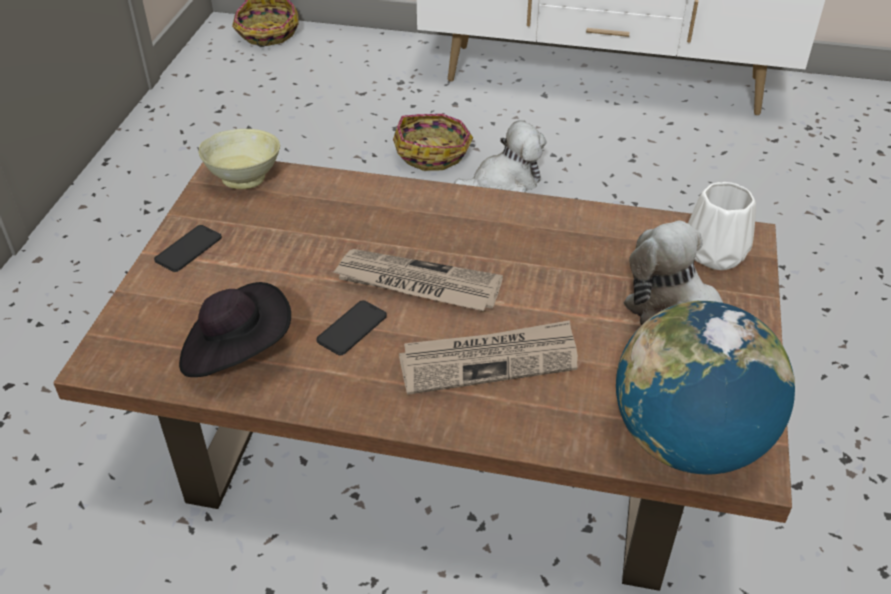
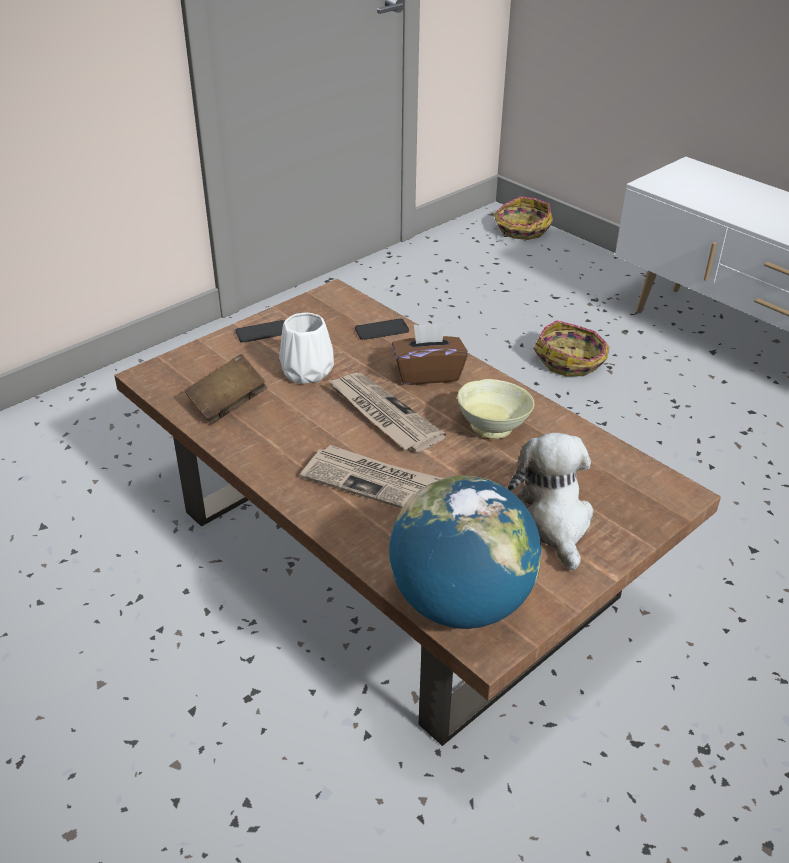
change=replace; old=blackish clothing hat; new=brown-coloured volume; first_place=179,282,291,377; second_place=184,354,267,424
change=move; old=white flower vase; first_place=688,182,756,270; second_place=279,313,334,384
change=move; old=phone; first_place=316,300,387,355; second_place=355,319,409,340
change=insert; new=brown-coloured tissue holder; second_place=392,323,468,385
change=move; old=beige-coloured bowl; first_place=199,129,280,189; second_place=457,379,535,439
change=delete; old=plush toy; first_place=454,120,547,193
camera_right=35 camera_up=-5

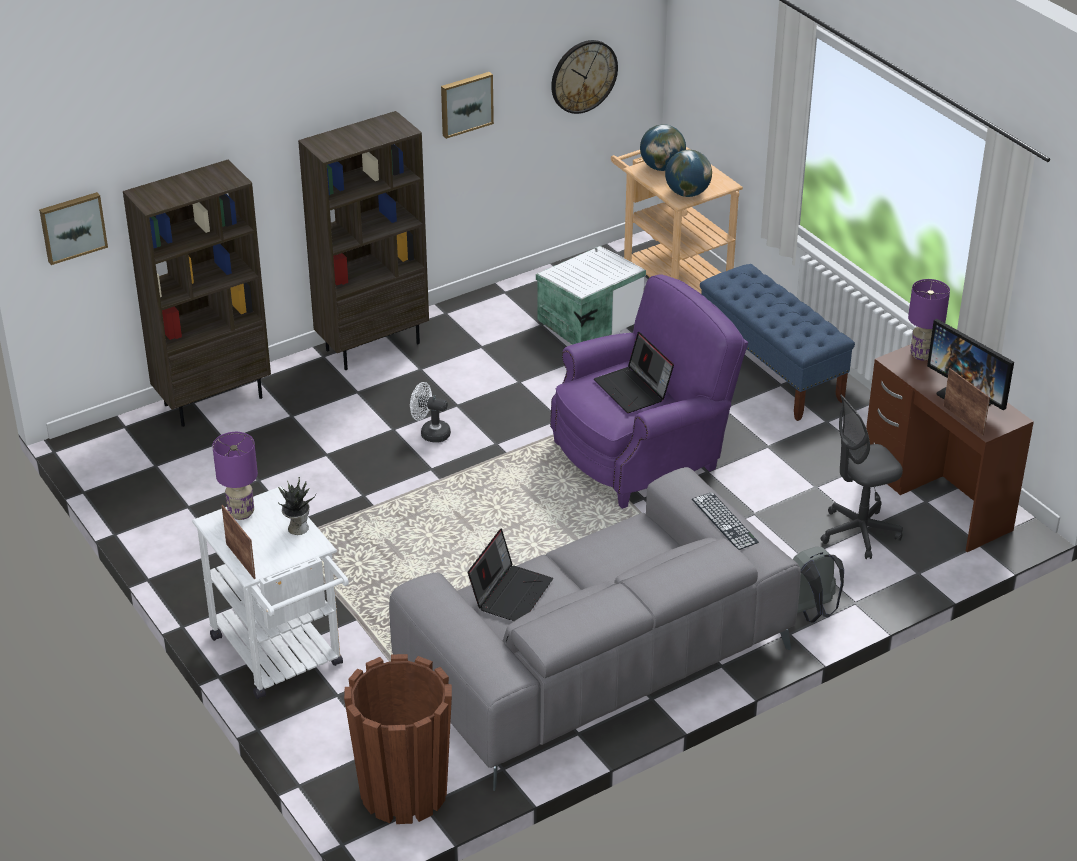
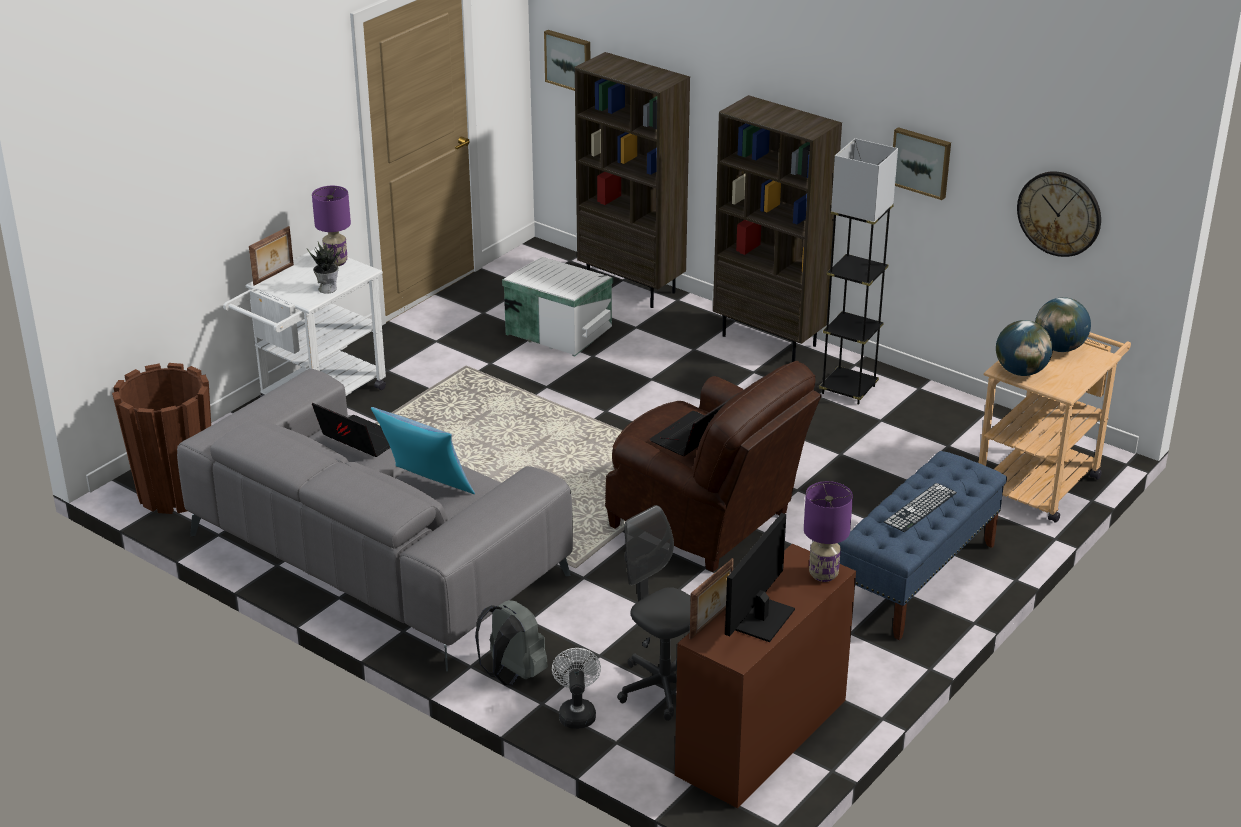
change=rotate; old=laptop; first_place=468,528,553,621; second_place=312,403,390,457; degrees=-150
change=insert; new=throw pillow; second_place=371,407,475,494
change=move; old=white storage bin; first_place=536,246,646,345; second_place=502,257,613,357
change=move; old=white electric fan; first_place=410,382,451,442; second_place=552,648,601,729
change=recolor; old=purple lounge chair; new=brown-coloured lounge chair; first_place=550,275,748,509; second_place=605,361,822,572
change=insert; new=grey standard lamp; second_place=819,138,898,405
change=move; old=computer keyboard; first_place=692,492,759,550; second_place=884,483,957,532
camera_right=70 camera_up=-5

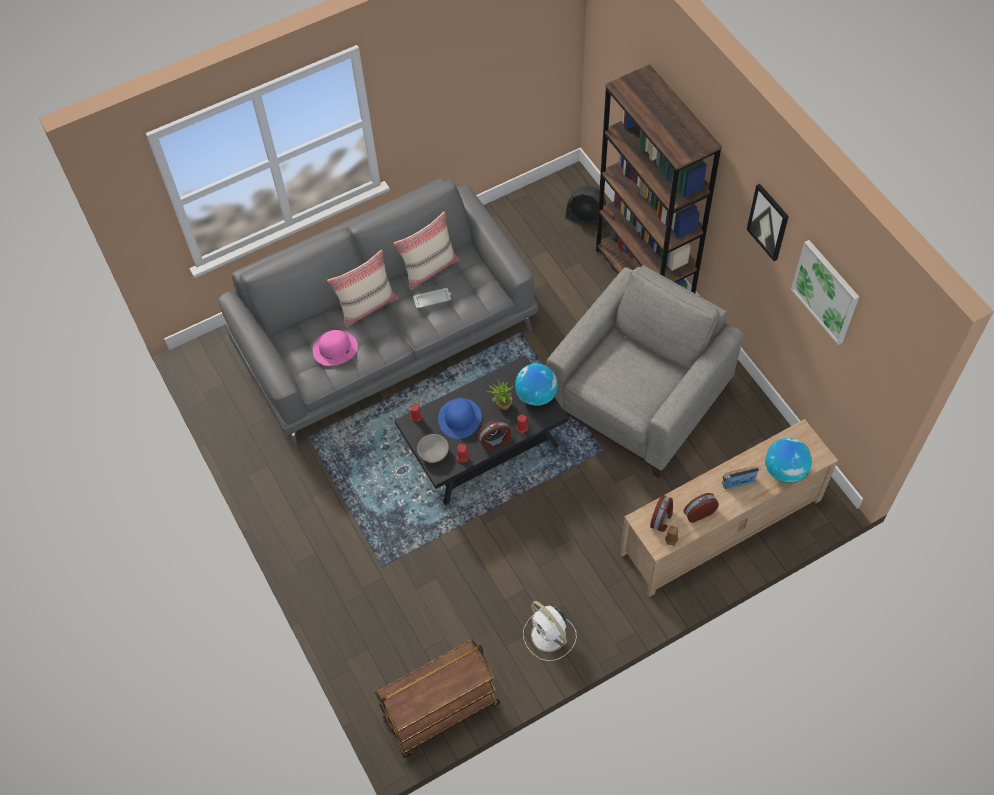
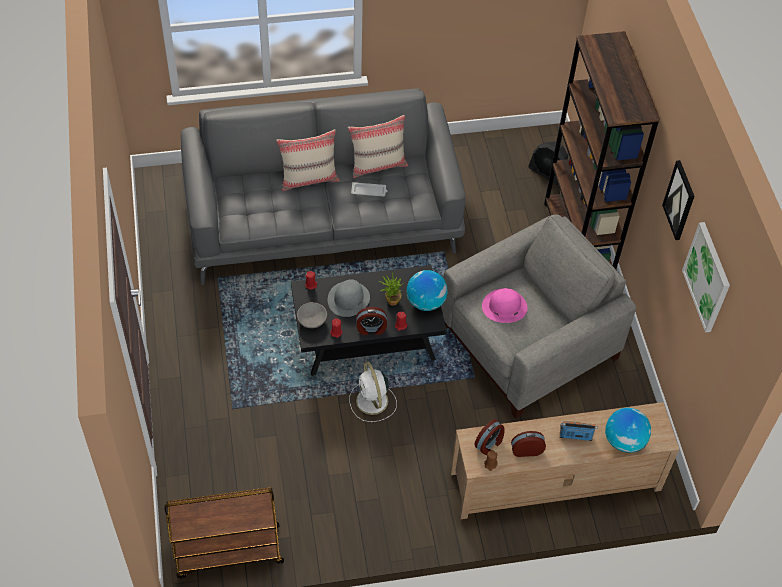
change=recolor; old=blue clothing hat; new=grey clothing hat; first_place=438,398,482,439; second_place=328,279,370,317
change=move; old=white electric fan; first_place=523,601,577,661; second_place=349,361,397,422
change=move; old=pinkish clothing hat; first_place=313,330,358,366; second_place=482,288,527,323
camera_right=15 camera_up=-5

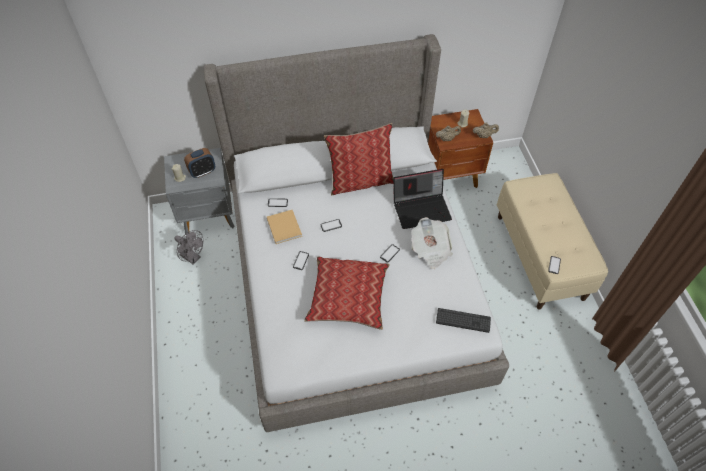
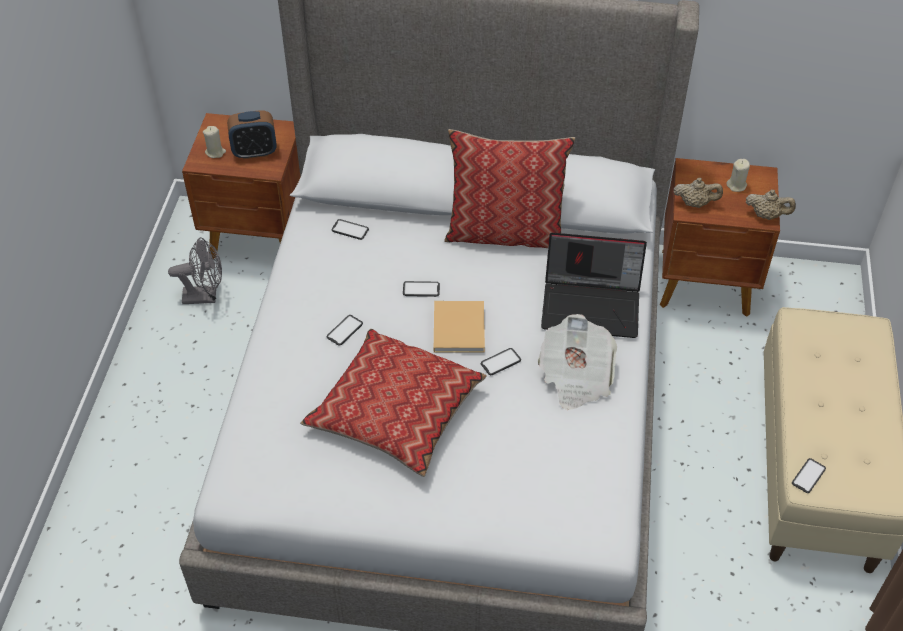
change=rotate; old=grey electric fan; first_place=174,230,203,264; second_place=168,237,222,304; degrees=-60
change=recolor; old=grey nightstand; new=brown-coloured nightstand; first_place=164,148,235,235; second_place=182,113,301,259
change=move; old=beige-coloured volume; first_place=267,210,302,244; second_place=434,301,485,353
change=delete; old=computer keyboard; first_place=436,308,491,333
camera_right=20 camera_up=-5

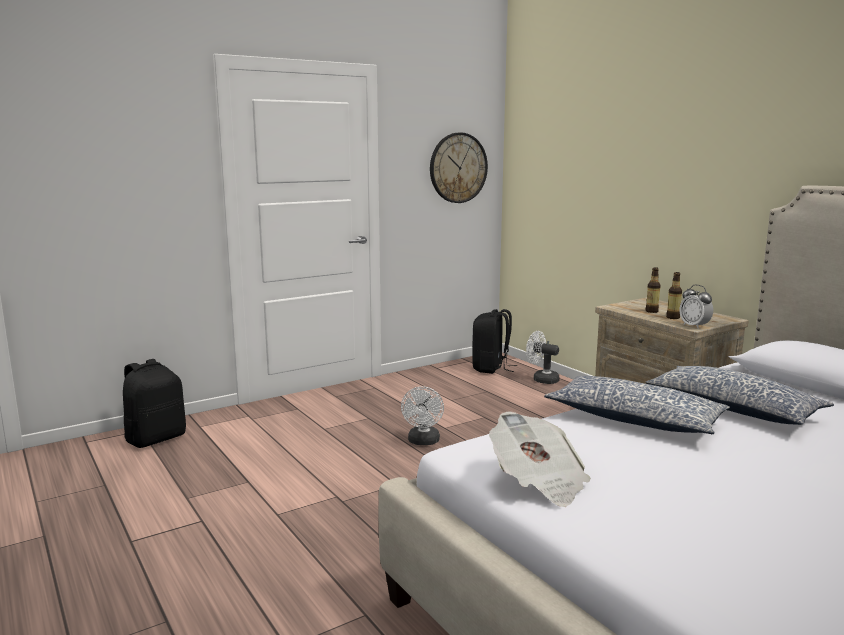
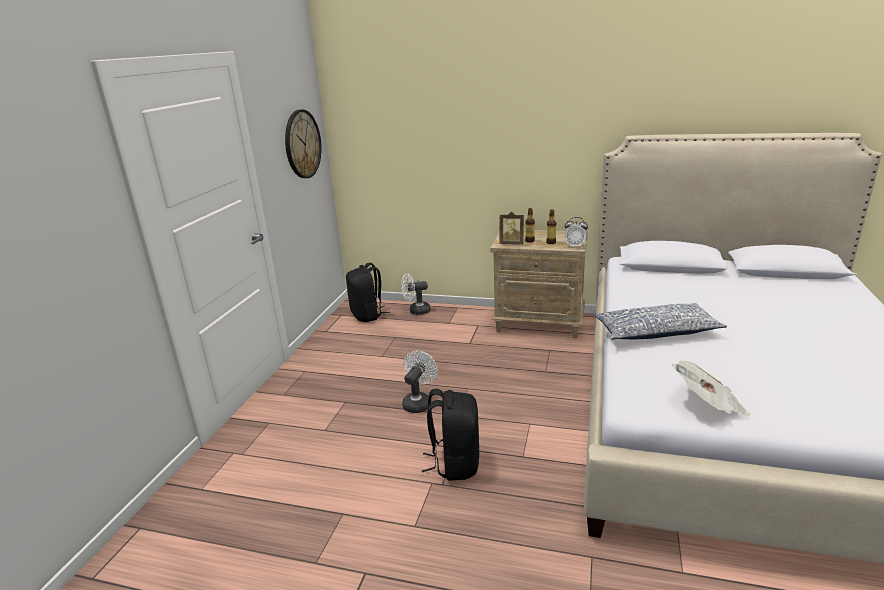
change=rotate; old=white electric fan; first_place=401,386,444,445; second_place=402,351,438,413; degrees=-120
change=move; old=blackish knapsack; first_place=123,359,186,448; second_place=422,389,479,481
change=insert; new=photo frame; second_place=499,211,524,245
change=delete; old=throw pillow; first_place=645,366,834,425
camera_right=-40 camera_up=10

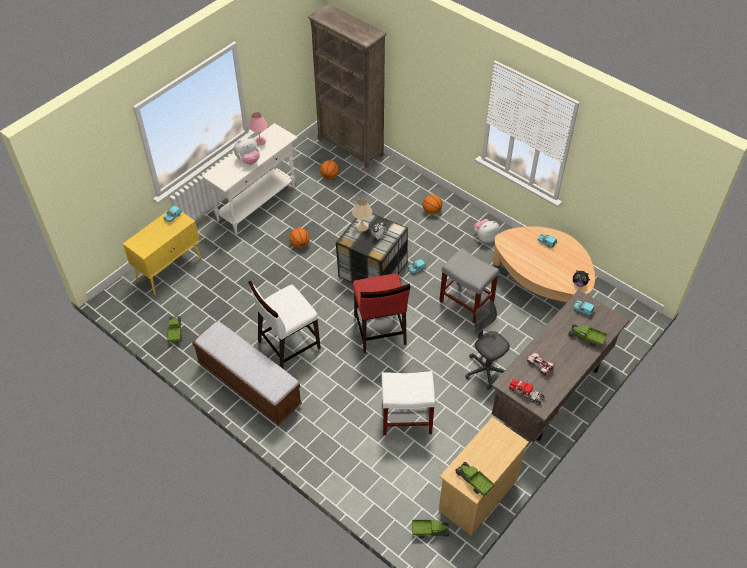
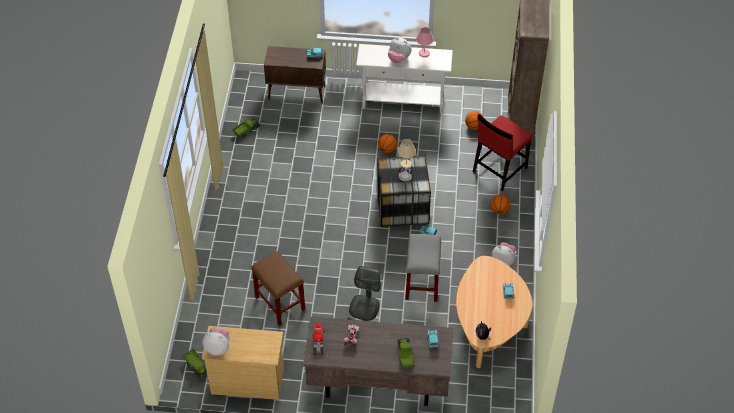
change=replace; old=model truck; new=plush toy; first_place=456,462,495,496; second_place=202,327,230,356
change=recolor; old=white stool seat; new=brown-coloured stool seat; first_place=382,371,435,435; second_place=251,251,305,326
change=recolor; old=yellow storage cabinet; new=brown-coloured storage cabinet; first_place=123,212,202,295; second_place=264,46,326,104
change=move; old=reddish chair; first_place=353,273,411,353; second_place=473,114,532,191
change=delete; old=indoor bench; first_place=192,321,302,426
change=delete; old=white chair; first_place=248,281,321,368
camera_right=55 camera_up=0

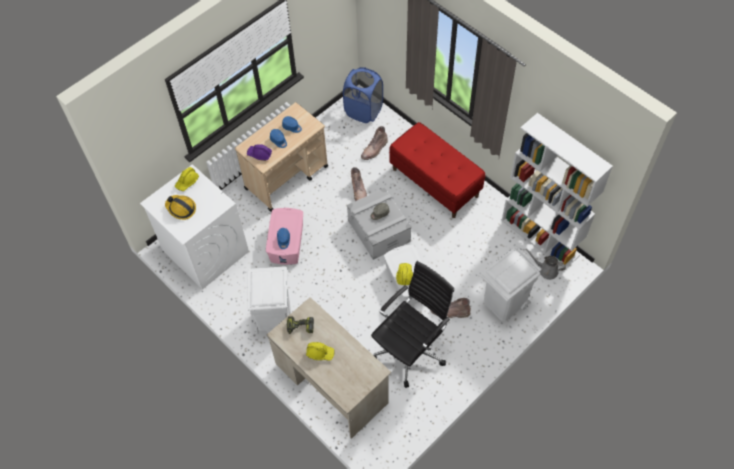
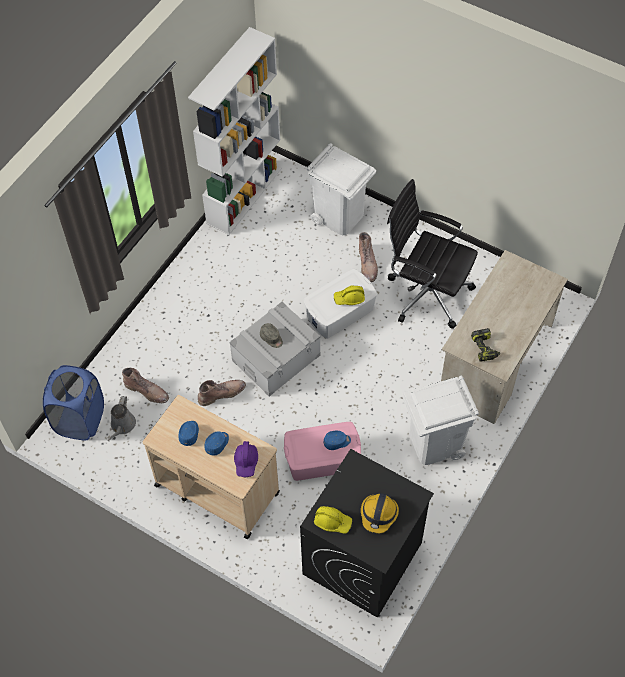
change=move; old=grey watering pot; first_place=525,249,566,280; second_place=108,396,136,441
change=recolor; old=white laundry machine; new=blackish laundry machine; first_place=140,164,249,290; second_place=300,449,434,618
change=delete; old=yellow safety helmet; first_place=306,342,335,360
change=delete; old=reddish indoor bench; first_place=389,122,485,218
camera_right=-105 camera_up=0

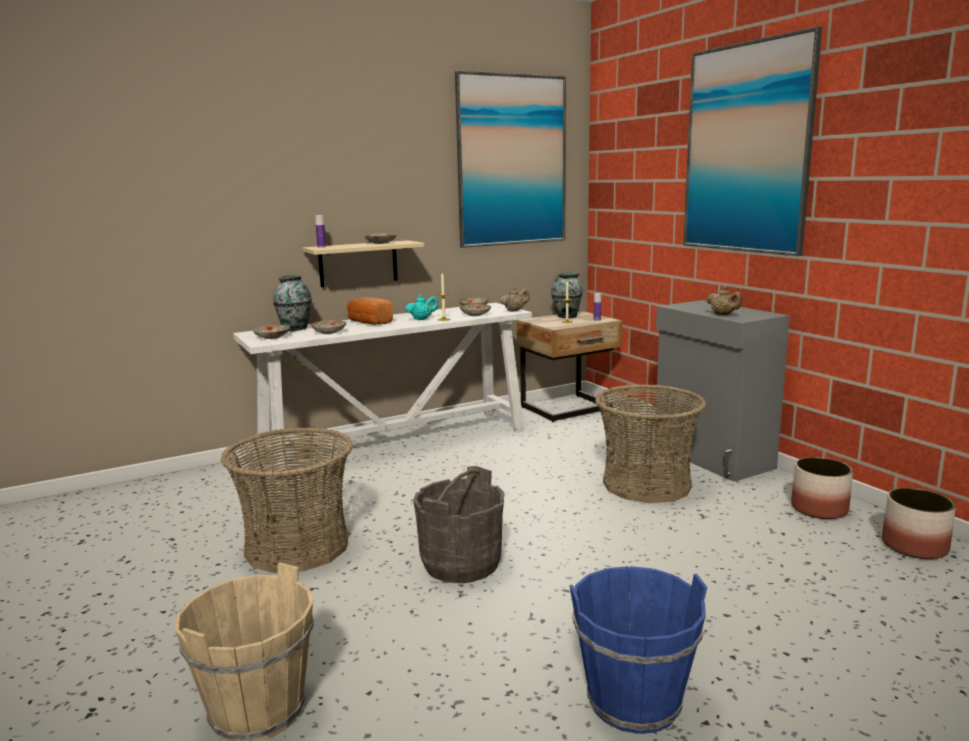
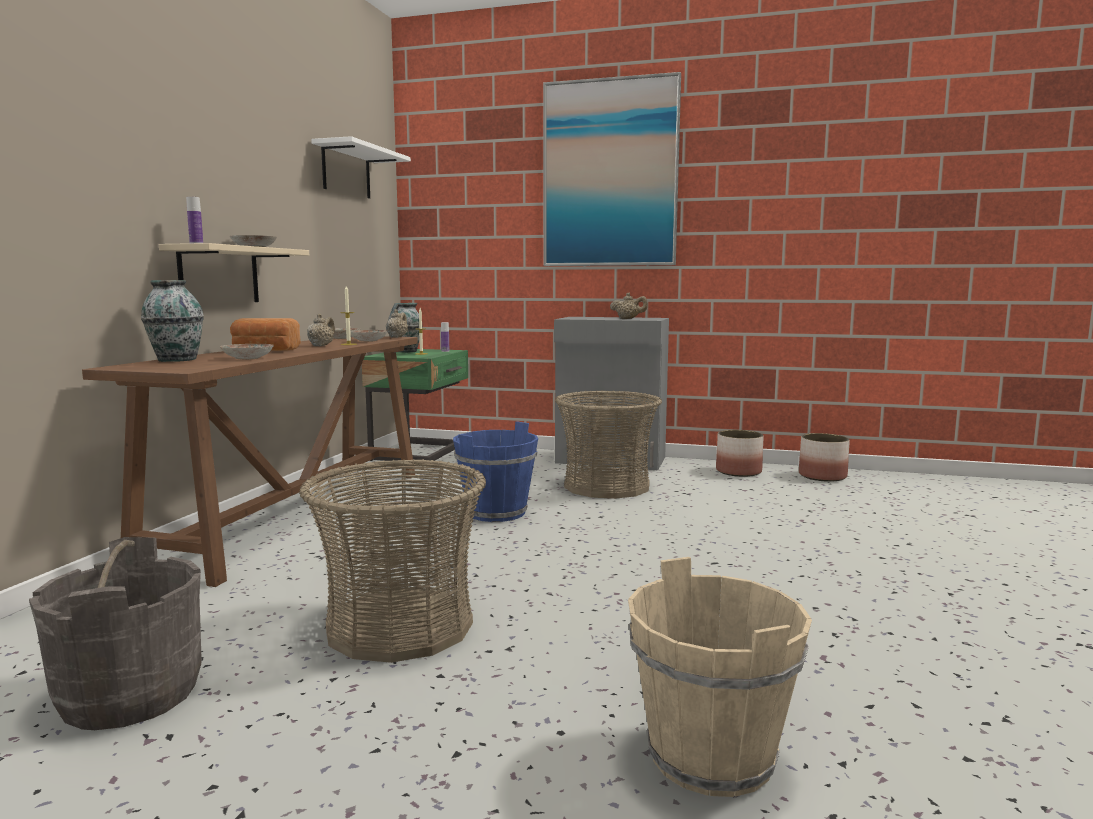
change=move; old=grey pail; first_place=413,466,504,583; second_place=29,537,201,730
change=recolor; old=white hall table; new=brown-coloured hall table; first_place=233,303,532,484; second_place=82,336,418,587
change=recolor; old=blue-green tea pot; new=beige-coloured tea pot; first_place=406,294,438,320; second_place=307,313,335,346
change=replace; old=wall art; new=white wall shelf; first_place=455,71,566,248; second_place=311,136,411,198
change=recolor; old=beige-coloured nightstand; new=green nightstand; first_place=517,311,623,422; second_place=362,349,468,461
change=move; old=blue pail; first_place=569,566,707,734; second_place=453,421,538,522
change=delete; old=flat dish; first_place=252,325,290,339
camera_right=-45 camera_up=-5

